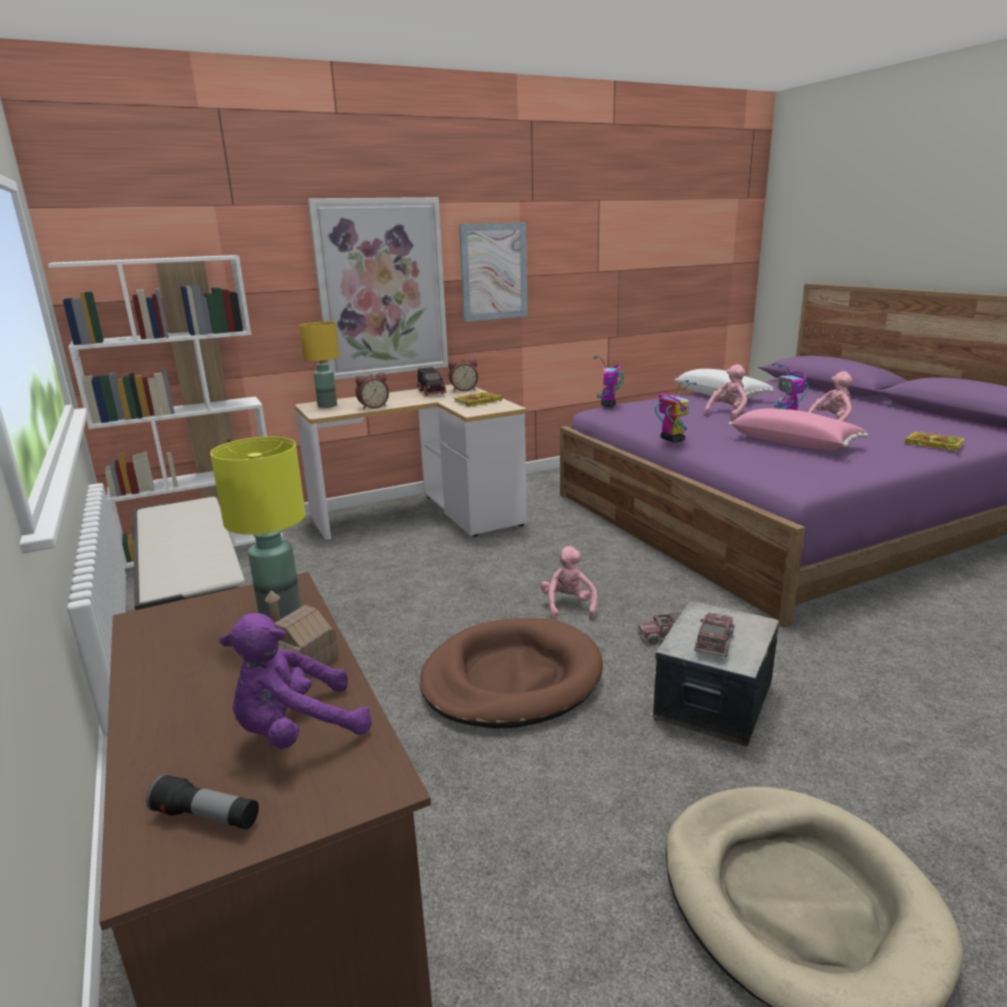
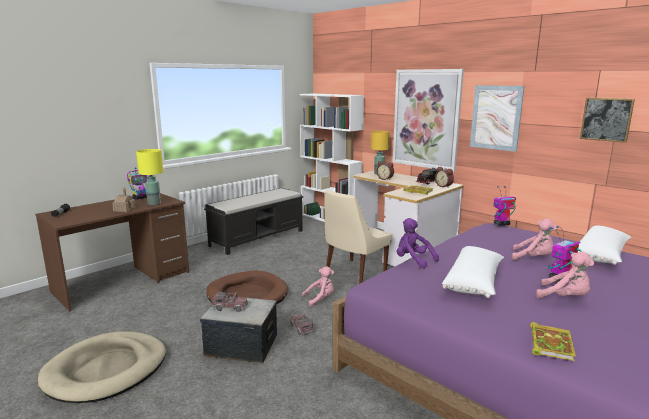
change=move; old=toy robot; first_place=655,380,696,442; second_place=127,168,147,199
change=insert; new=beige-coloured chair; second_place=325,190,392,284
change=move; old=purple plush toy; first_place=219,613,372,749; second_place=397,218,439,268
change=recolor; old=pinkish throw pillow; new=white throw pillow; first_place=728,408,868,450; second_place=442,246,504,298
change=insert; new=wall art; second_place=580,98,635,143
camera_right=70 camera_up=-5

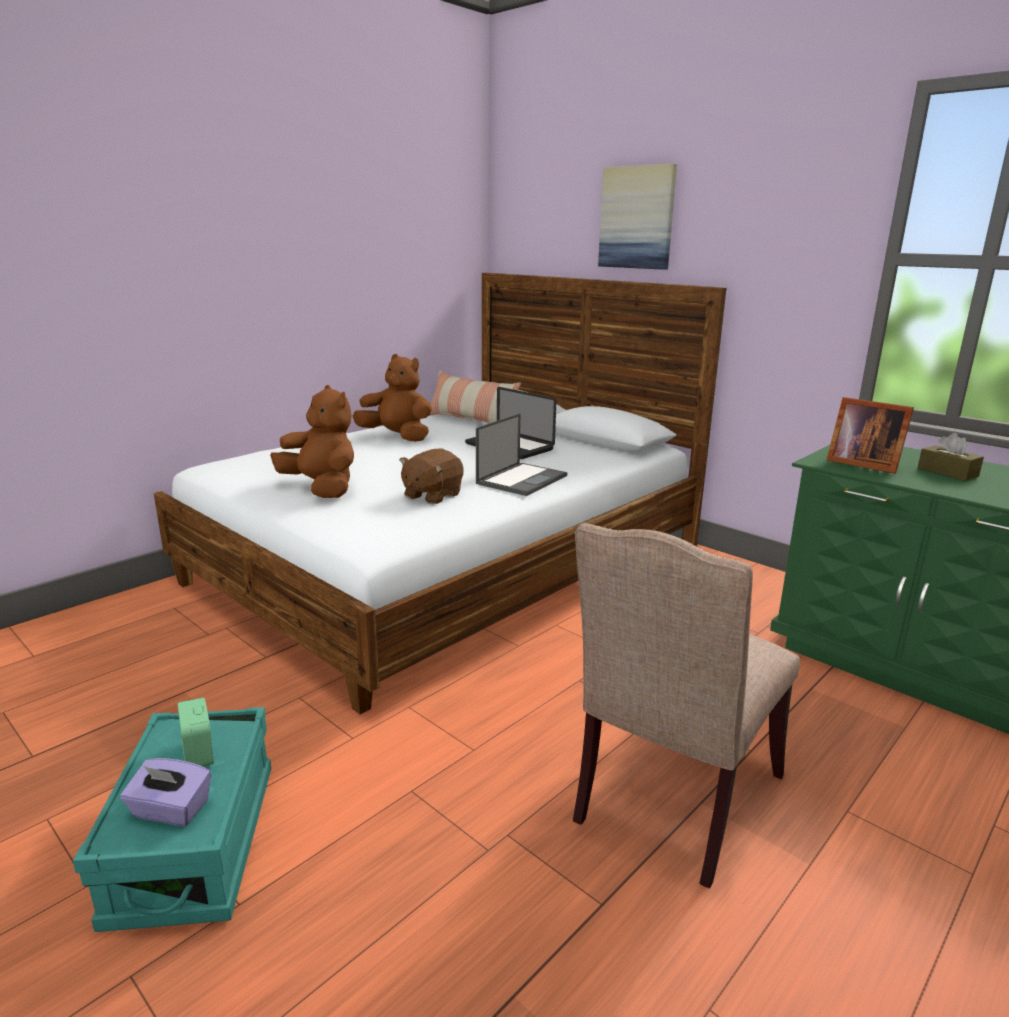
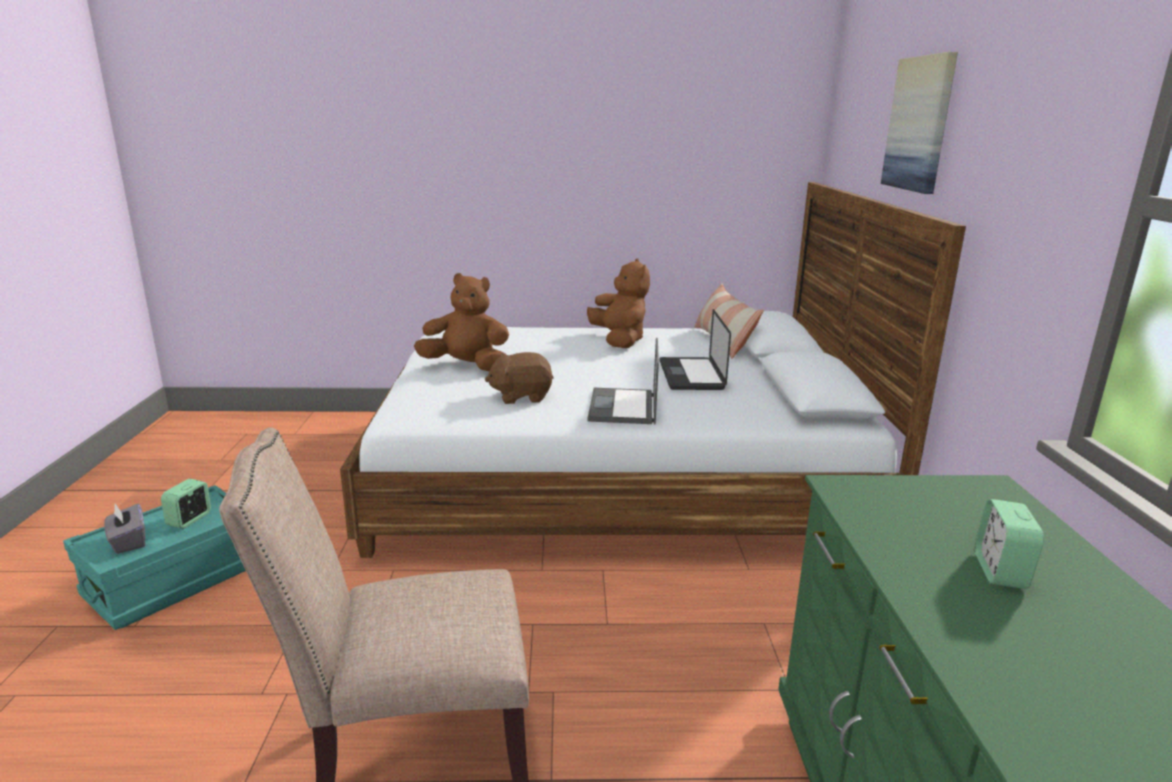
change=recolor; old=purple tissue holder; new=grey tissue holder; first_place=120,758,211,826; second_place=104,504,145,554
change=rotate; old=brown-coloured plush toy; first_place=270,385,354,498; second_place=414,273,509,371; degrees=-75
change=rotate; old=laptop; first_place=476,413,567,496; second_place=588,338,659,424; degrees=105
change=replace; old=brown-coloured tissue holder; new=table clock; first_place=918,433,984,481; second_place=975,499,1044,589
change=delete; old=photo frame; first_place=827,397,914,474
camera_right=45 camera_up=0

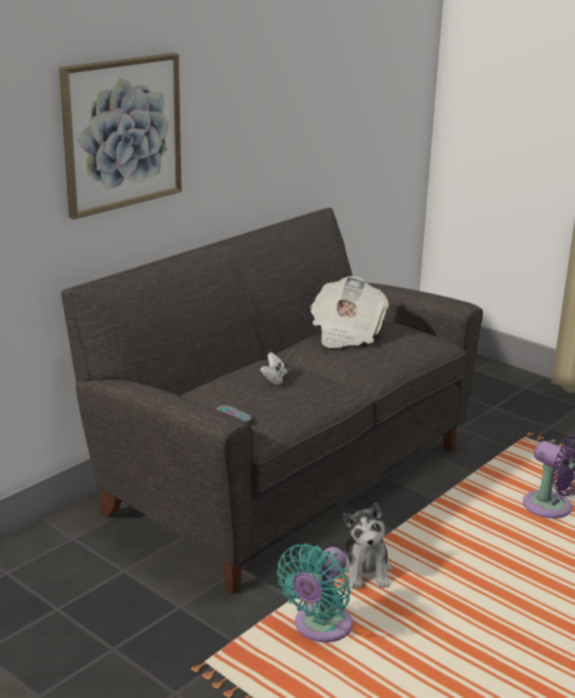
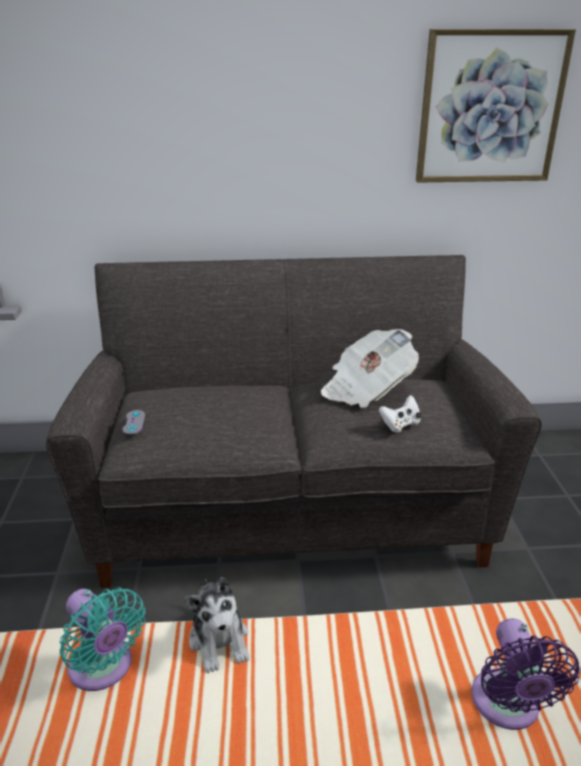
change=rotate; old=blue-green electric fan; first_place=277,543,353,642; second_place=60,587,145,691; degrees=-120
change=rotate; old=plush toy; first_place=343,503,392,589; second_place=185,577,249,673; degrees=-60
change=move; old=white gamepad; first_place=260,352,288,385; second_place=379,395,421,432
change=move; old=wall art; first_place=59,53,182,219; second_place=416,29,576,183
camera_right=45 camera_up=5

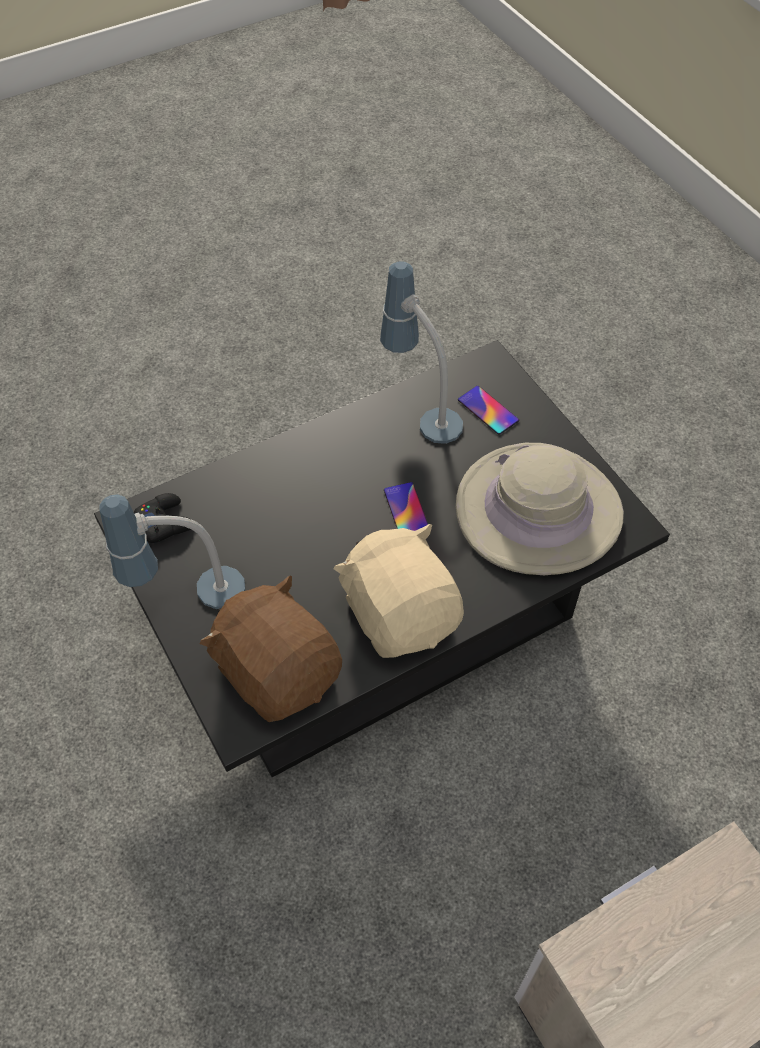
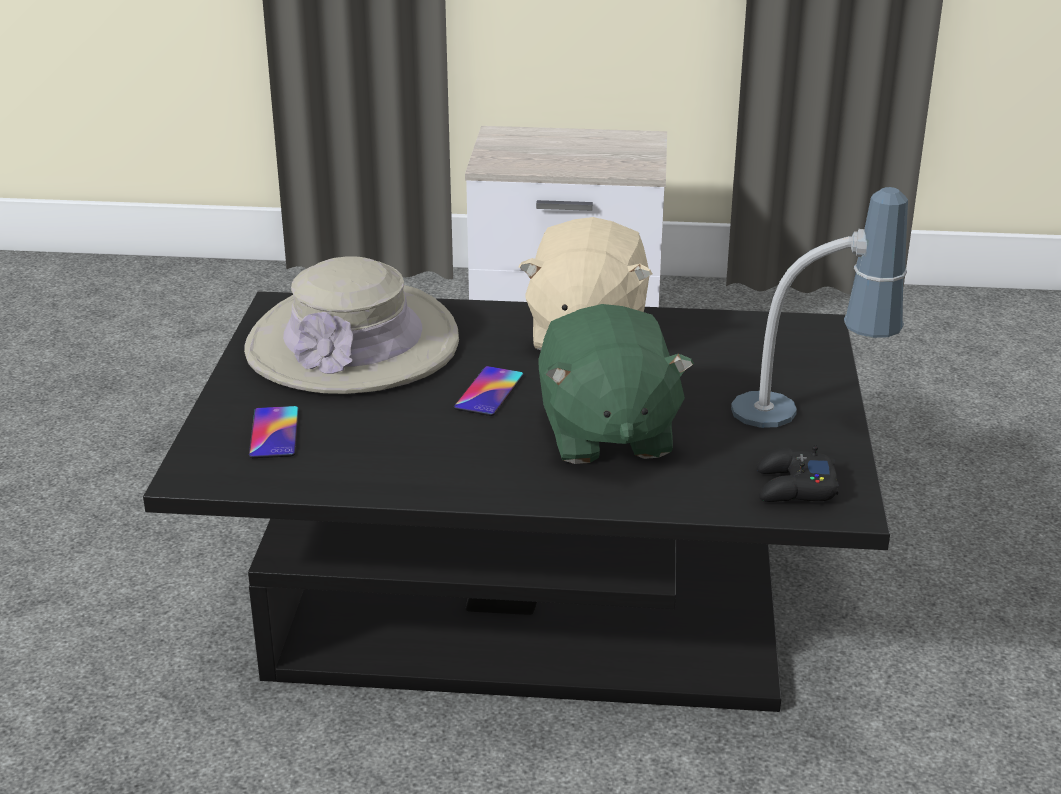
change=insert; new=green plush toy; second_place=538,304,694,464
change=delete; old=brown-coloured plush toy; first_place=200,576,342,722
change=delete; old=lamp for a table; first_place=380,261,463,444
camera_right=-145 camera_up=-25

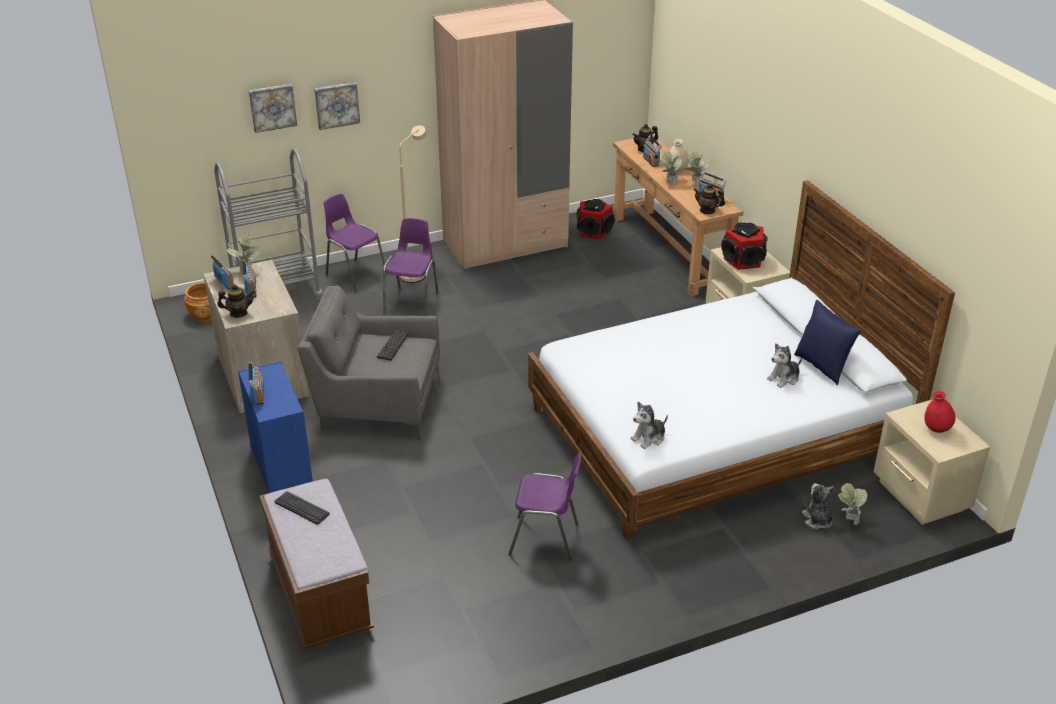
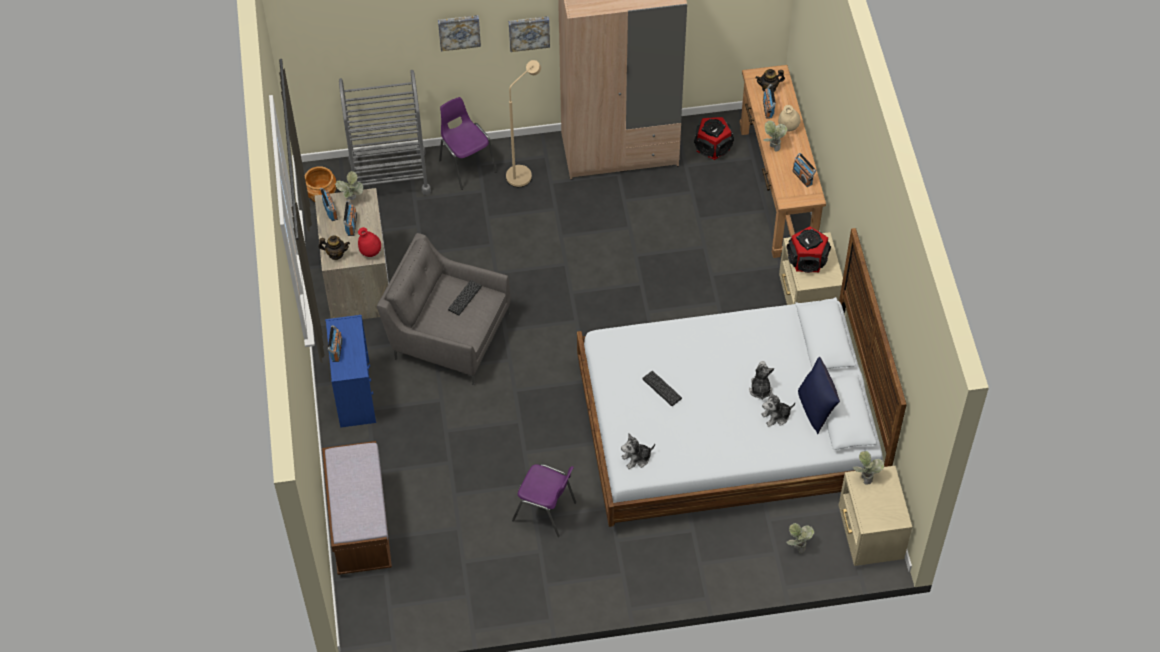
change=move; old=reddish flower vase; first_place=924,391,956,433; second_place=358,227,381,257
change=move; old=wall art; first_place=249,84,297,133; second_place=509,16,550,52
change=move; old=computer keyboard; first_place=275,491,330,525; second_place=642,371,682,406
change=move; old=plush toy; first_place=802,483,834,529; second_place=749,361,774,400
change=move; old=potted plant; first_place=684,150,711,187; second_place=853,451,884,485
change=delete; old=purple chair; first_place=383,218,439,316
change=delete; old=tea pot; first_place=693,184,725,214
camera_right=15 camera_up=20

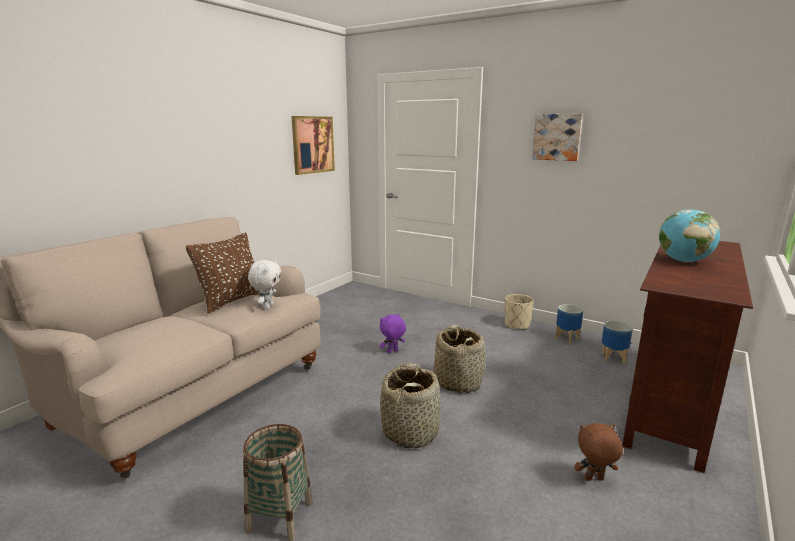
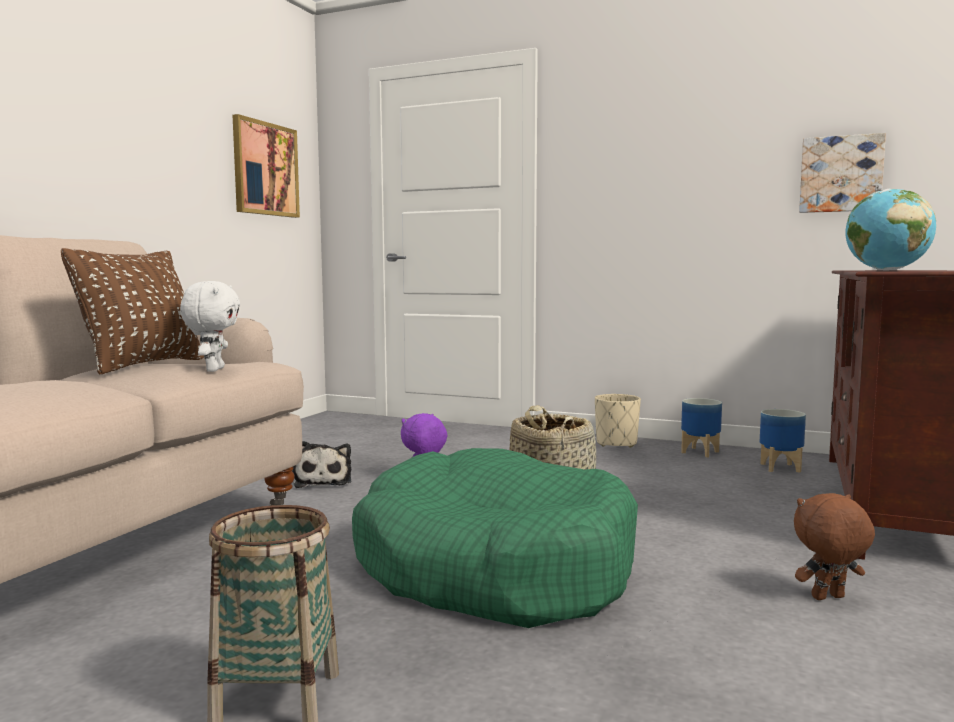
change=insert; new=plush toy; second_place=292,441,351,488
change=replace; old=storage basket; new=green pet bed; first_place=380,363,440,448; second_place=352,448,638,628
change=move; old=wall art; first_place=532,114,583,161; second_place=799,133,886,213
camera_right=-10 camera_up=-10

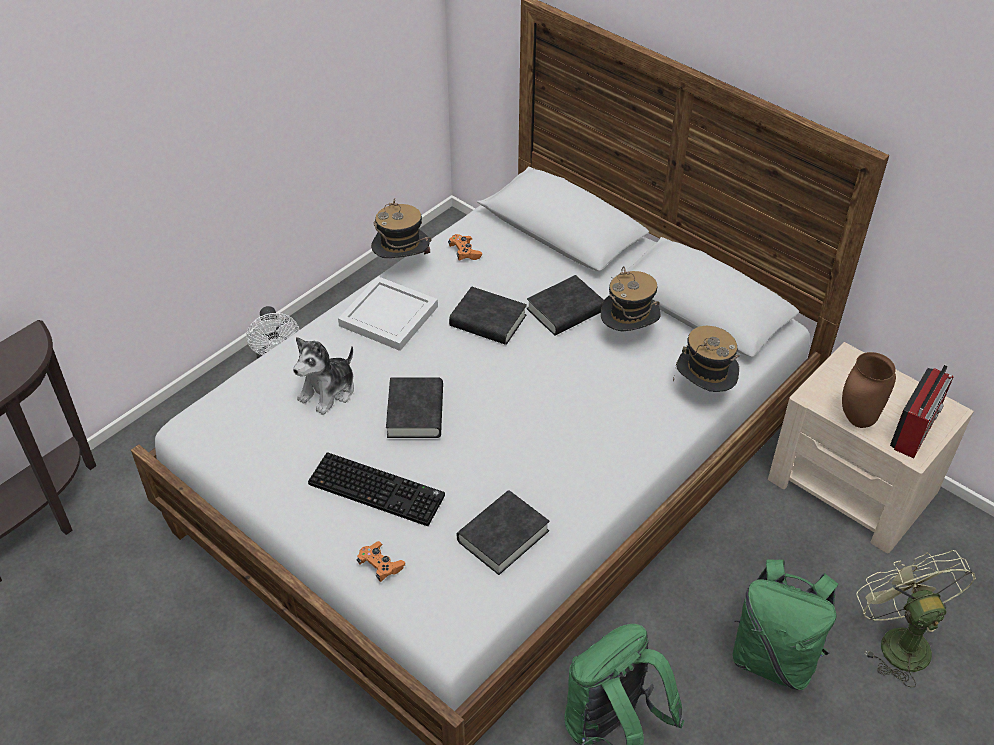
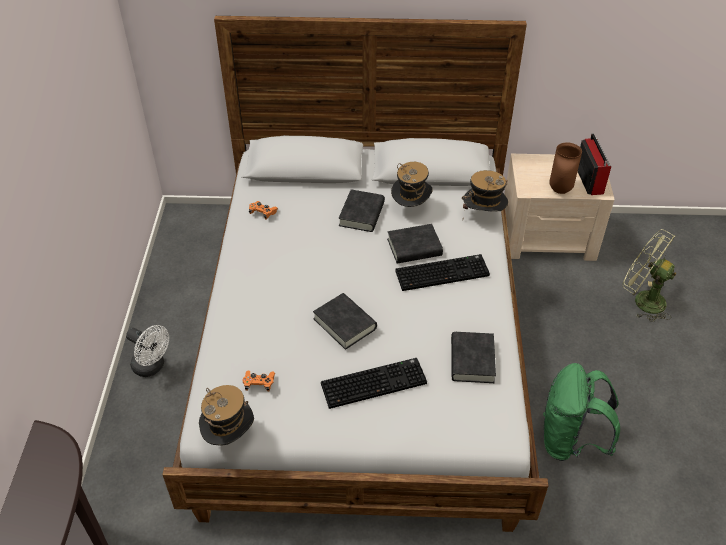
change=move; old=clothing hat; first_place=371,199,432,258; second_place=199,385,254,445
change=move; old=orange gamepad; first_place=356,541,405,582; second_place=243,371,275,392
change=move; old=blackish volume; first_place=449,287,527,345; second_place=387,224,443,264
change=insert; new=computer keyboard; second_place=395,254,490,291
change=delete; old=plush toy; first_place=293,337,354,415
change=delete; old=white serving tray; first_place=338,276,438,351
change=delete; old=green knapsack; first_place=732,559,838,690
camera_right=-40 camera_up=0

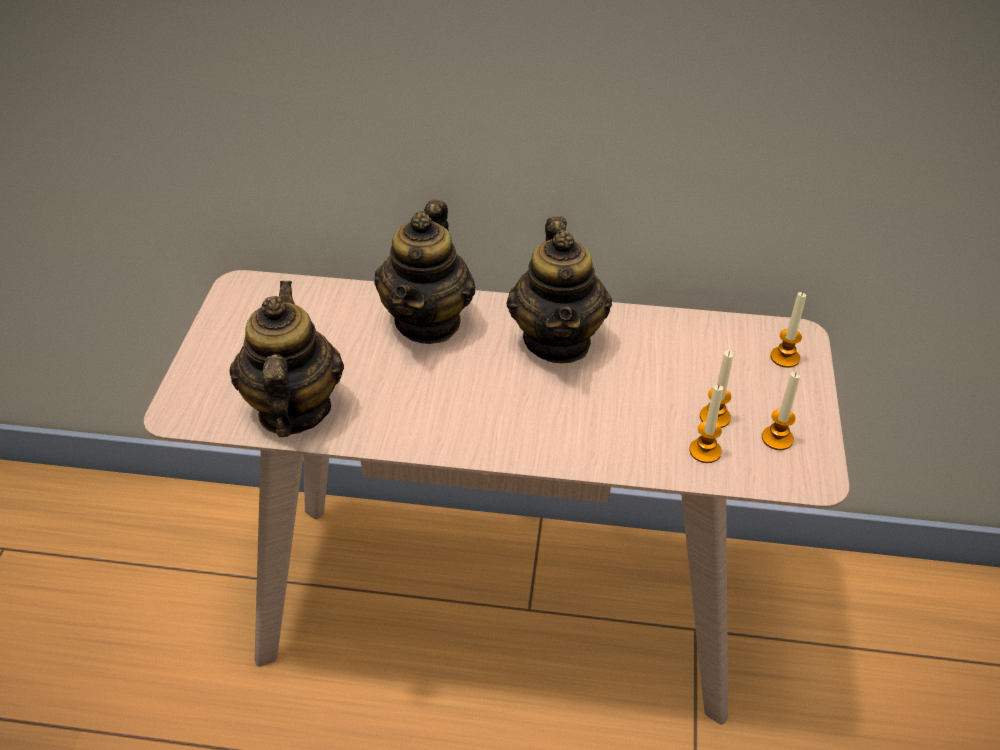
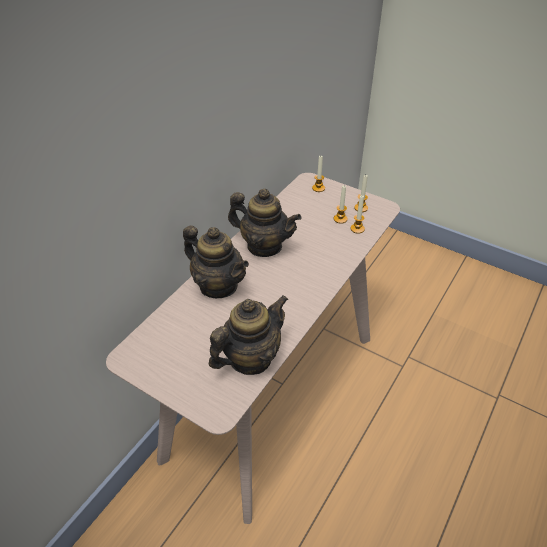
change=rotate; old=tea pot; first_place=229,281,344,437; second_place=209,295,288,375; degrees=120
camera_right=-65 camera_up=0

